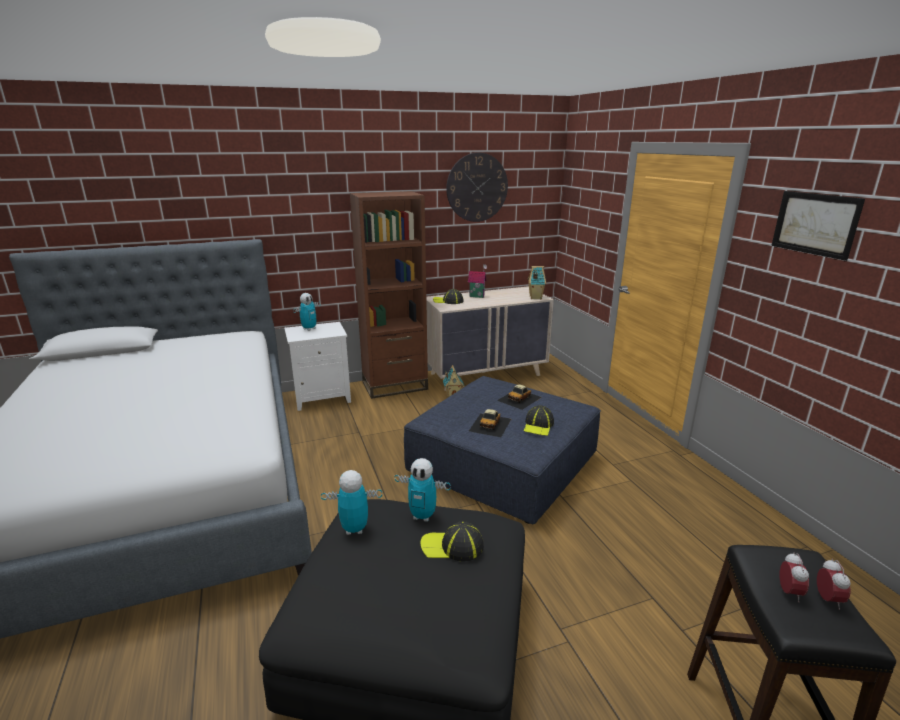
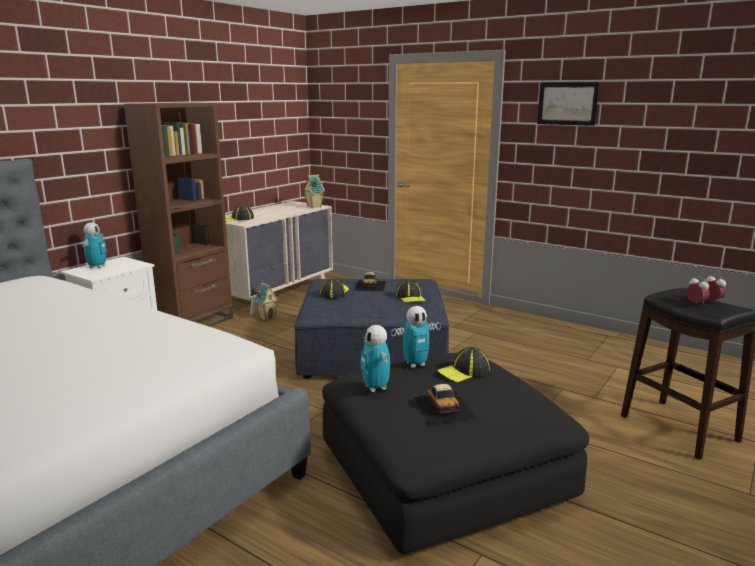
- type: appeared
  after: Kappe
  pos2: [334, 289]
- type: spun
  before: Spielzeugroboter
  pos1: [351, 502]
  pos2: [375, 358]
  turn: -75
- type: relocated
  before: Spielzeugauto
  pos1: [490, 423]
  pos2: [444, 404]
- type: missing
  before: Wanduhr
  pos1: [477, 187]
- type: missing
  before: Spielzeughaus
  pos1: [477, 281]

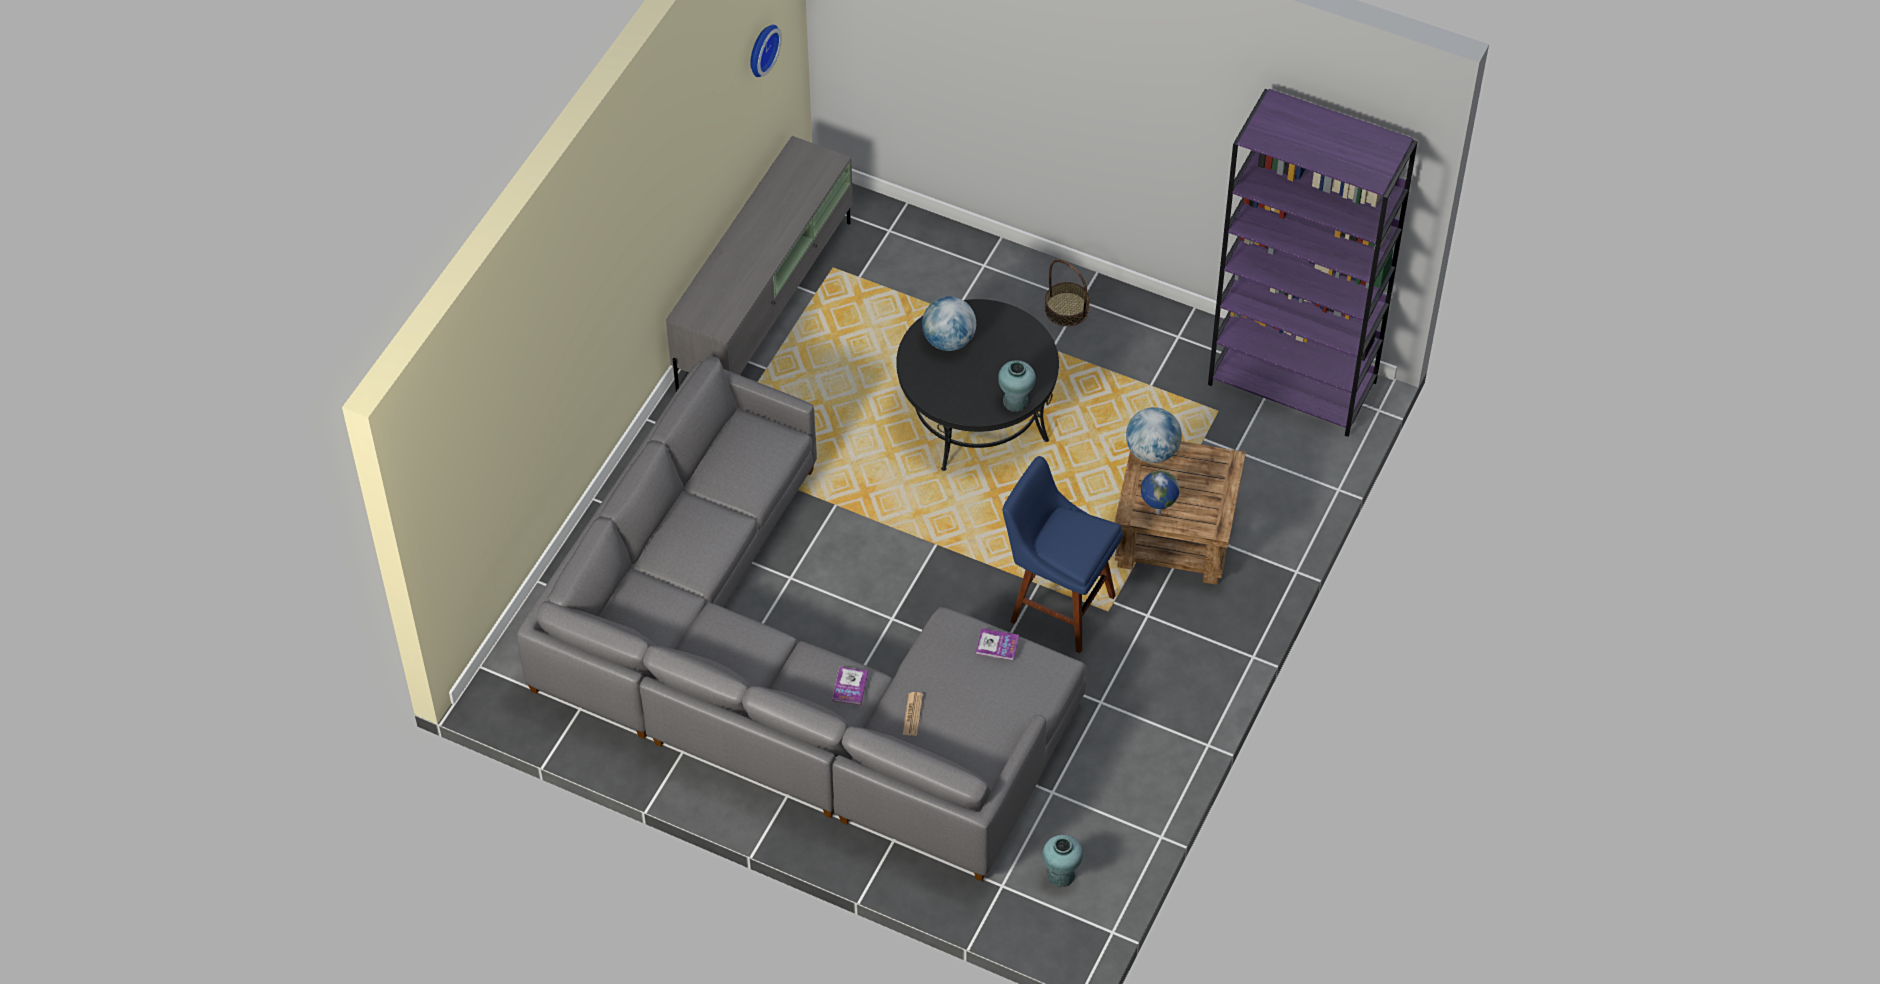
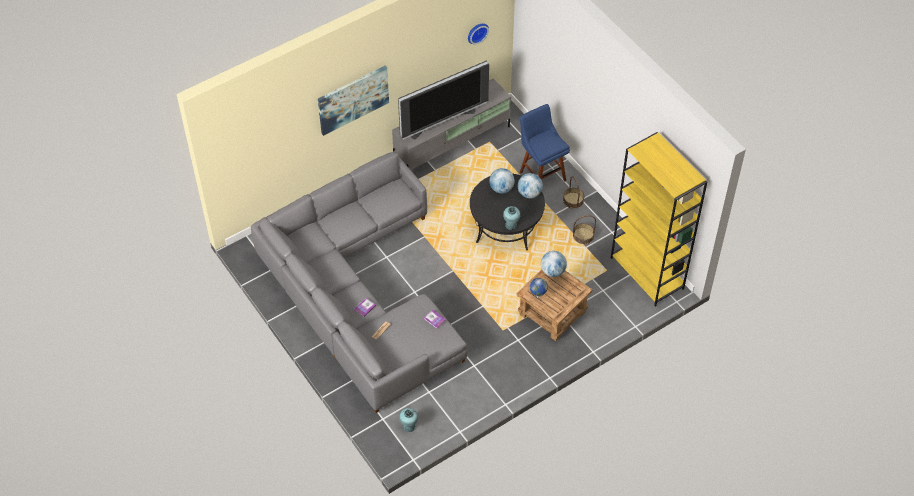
- type: appeared
  after: Bild
  pos2: [353, 100]
- type: appeared
  after: Fernseher
  pos2: [443, 100]
- type: appeared
  after: Globus
  pos2: [530, 185]
- type: relocated
  before: Hocker/blau
  pos1: [1062, 554]
  pos2: [545, 143]
- type: appeared
  after: Korb
  pos2: [584, 229]
- type: colour
  before: Bücherregal/lila
  after: Bücherregal/gelb
  pos1: [1313, 263]
  pos2: [659, 219]

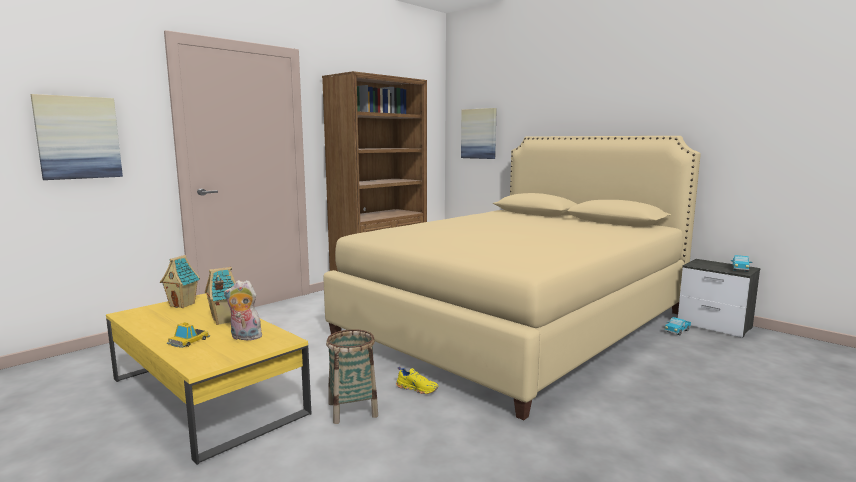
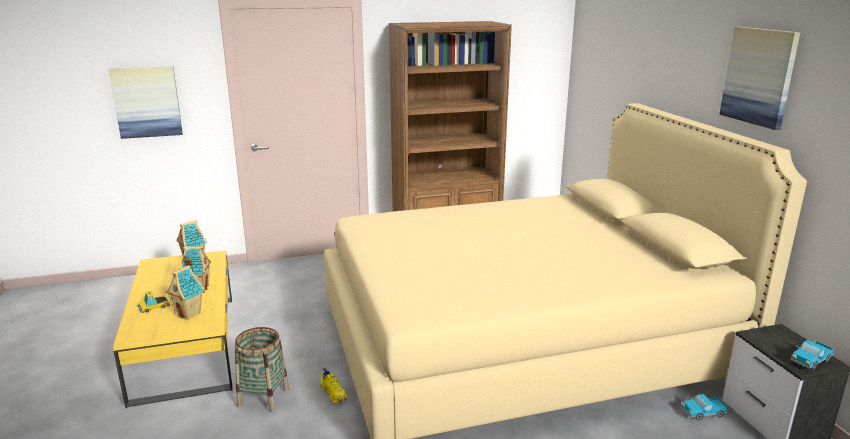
- type: exchanged
  before: Plüschtier
  after: Spielzeughaus
  pos1: [243, 310]
  pos2: [184, 292]
- type: relocated
  before: Bild
  pos1: [479, 133]
  pos2: [760, 78]

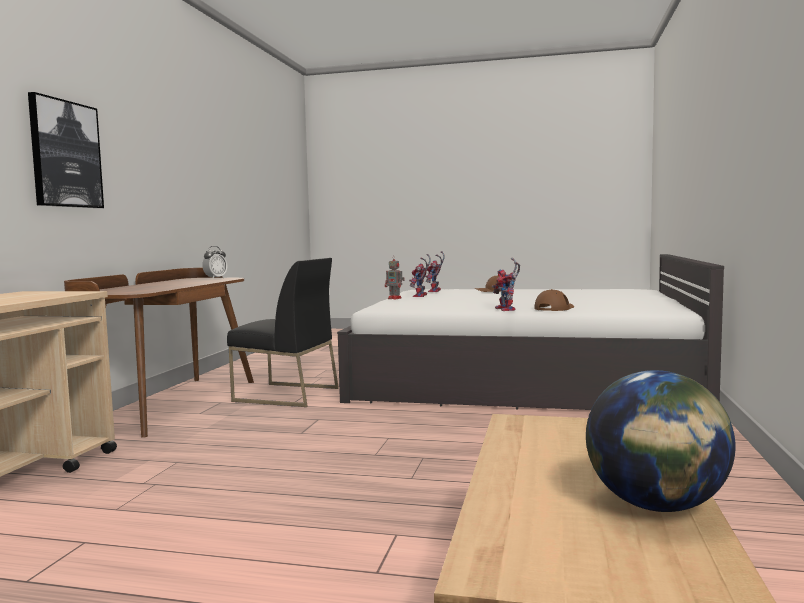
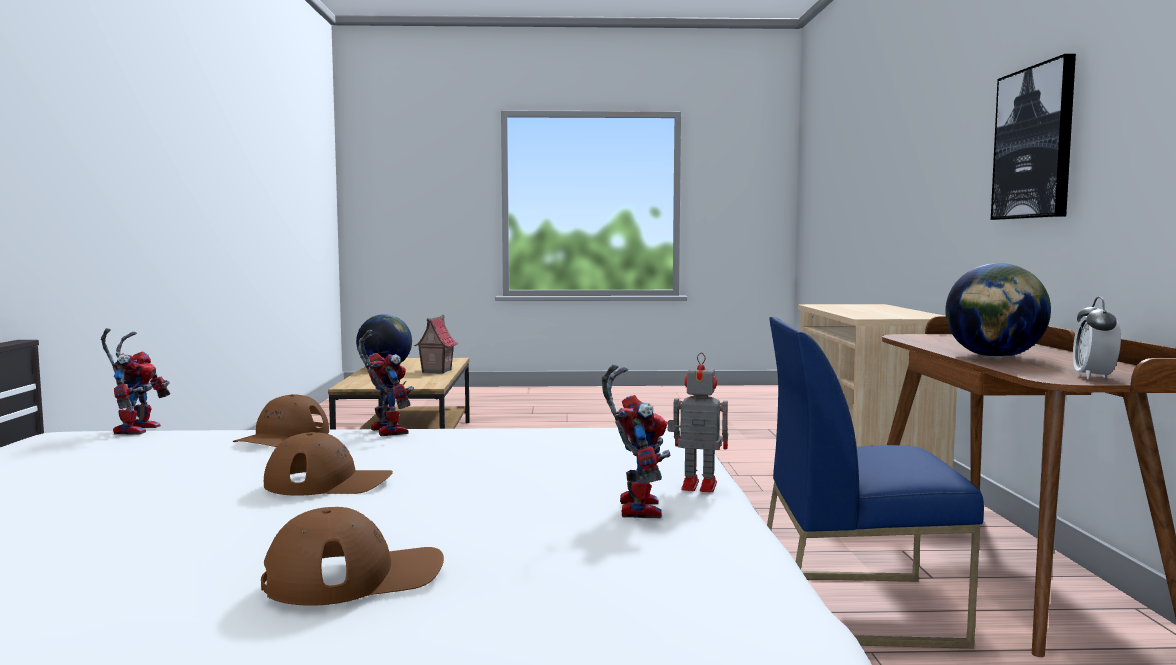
- type: relocated
  before: Spielzeugroboter
  pos1: [435, 271]
  pos2: [135, 381]
- type: appeared
  after: Kappe/braun
  pos2: [328, 464]
- type: appeared
  after: Spielzeughaus
  pos2: [436, 344]
- type: colour
  before: Stuhl/schwarz
  after: Stuhl/blau
  pos1: [283, 332]
  pos2: [875, 483]
- type: appeared
  after: Globus
  pos2: [998, 310]

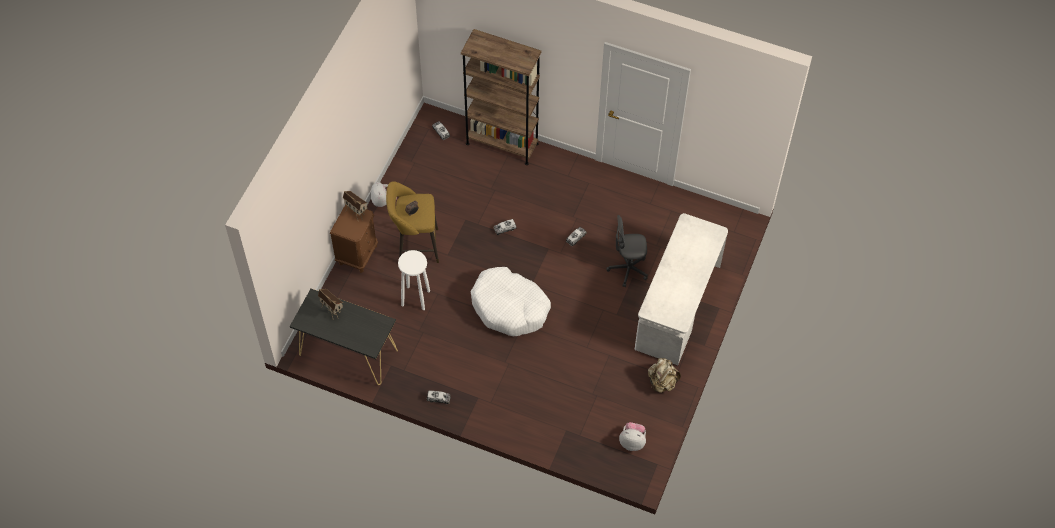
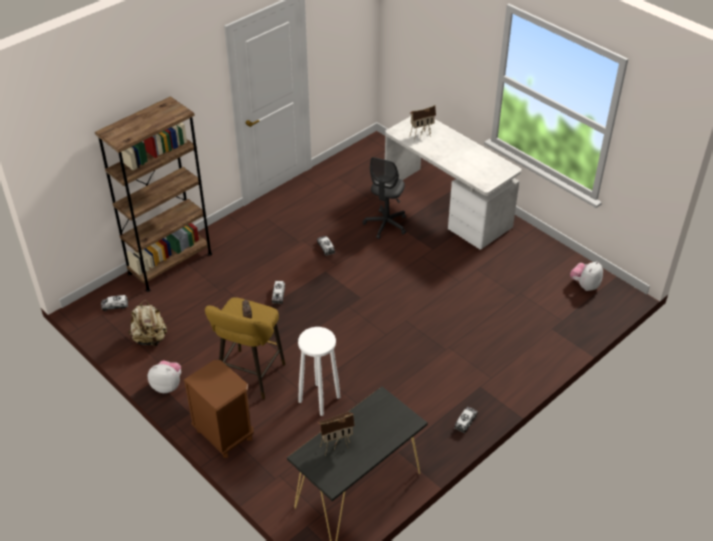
- type: relocated
  before: Rucksack/beige
  pos1: [664, 375]
  pos2: [148, 323]
- type: relocated
  before: Spielzeughaus
  pos1: [355, 205]
  pos2: [422, 123]
- type: missing
  before: Hundebett/weiß
  pos1: [511, 301]

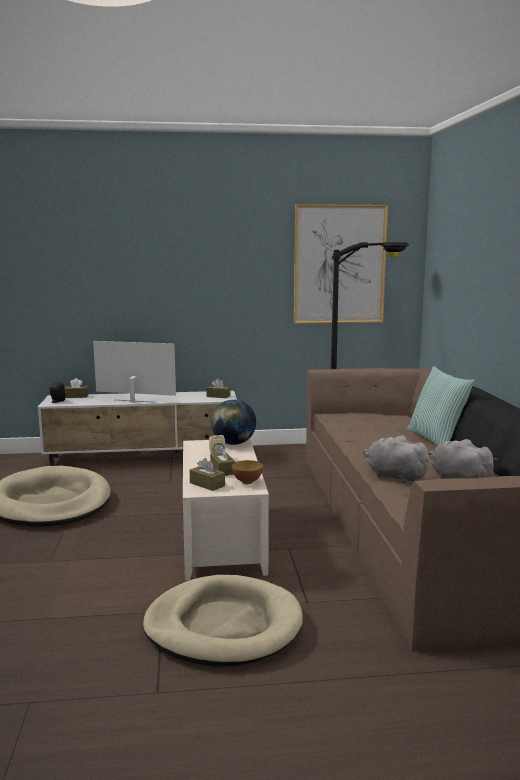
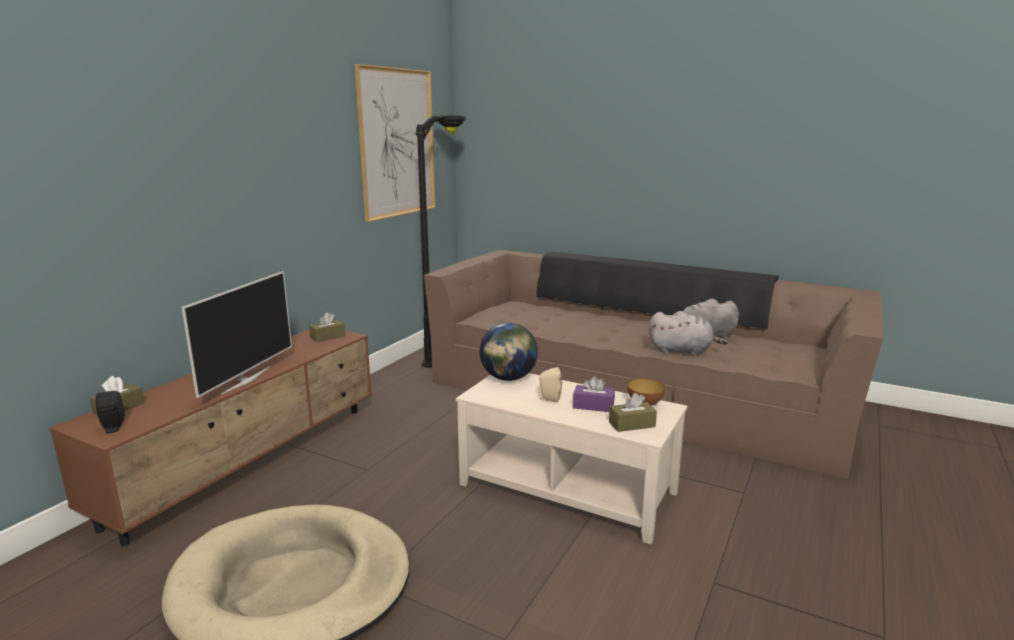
- type: colour
  before: Fernsehschrank/weiß
  after: Fernsehschrank/braun
  pos1: [137, 428]
  pos2: [210, 437]
- type: spun
  before: Fernseher
  pos1: [134, 372]
  pos2: [237, 334]
  turn: 150
- type: colour
  before: Taschentuchbox/braun
  after: Taschentuchbox/lila
  pos1: [222, 460]
  pos2: [594, 394]
- type: spun
  before: Plüschtier/grau
  pos1: [397, 459]
  pos2: [688, 333]
  turn: -150
- type: missing
  before: Hundebett/beige
  pos1: [223, 621]
- type: missing
  before: Kissen
  pos1: [441, 406]

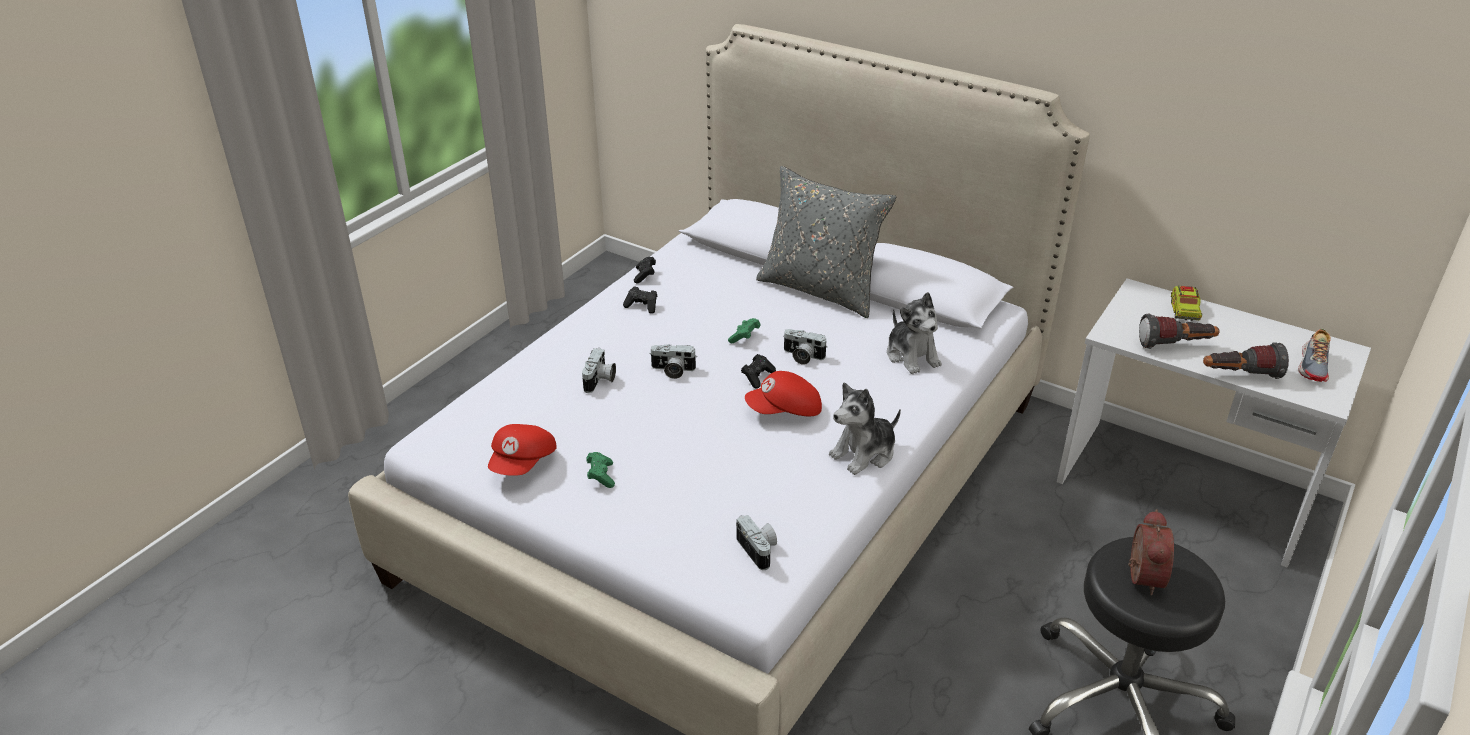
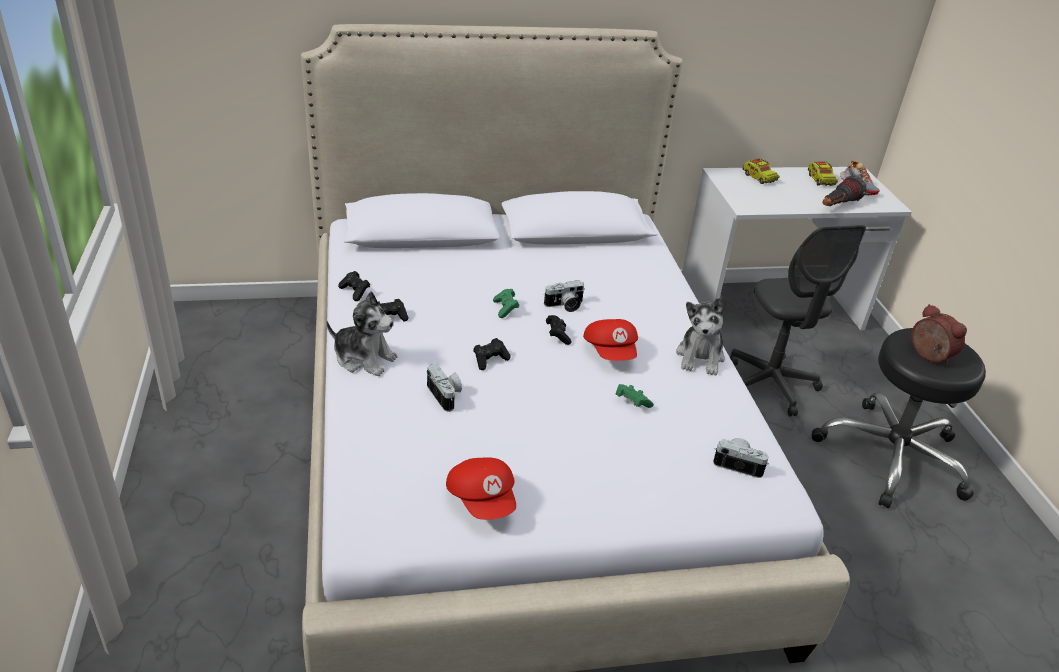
- type: relocated
  before: Plüschtier
  pos1: [914, 333]
  pos2: [361, 333]
- type: exchanged
  before: Kamera
  after: Gamepad/schwarz
  pos1: [672, 361]
  pos2: [492, 354]
- type: spun
  before: Kappe/rot
  pos1: [783, 393]
  pos2: [610, 340]
  turn: -45
- type: relocated
  before: Gamepad/grün
  pos1: [601, 470]
  pos2: [635, 396]
- type: appeared
  after: Bürostuhl/grau
  pos2: [798, 321]
- type: appeared
  after: Spielzeuglaster
  pos2: [823, 173]
- type: missing
  before: Kissen/grau
  pos1: [826, 242]
- type: missing
  before: Taschenlampe
  pos1: [1179, 331]

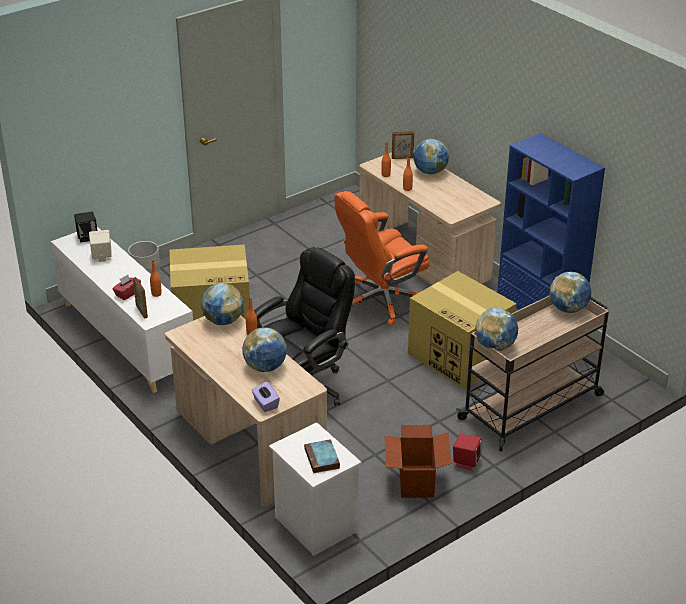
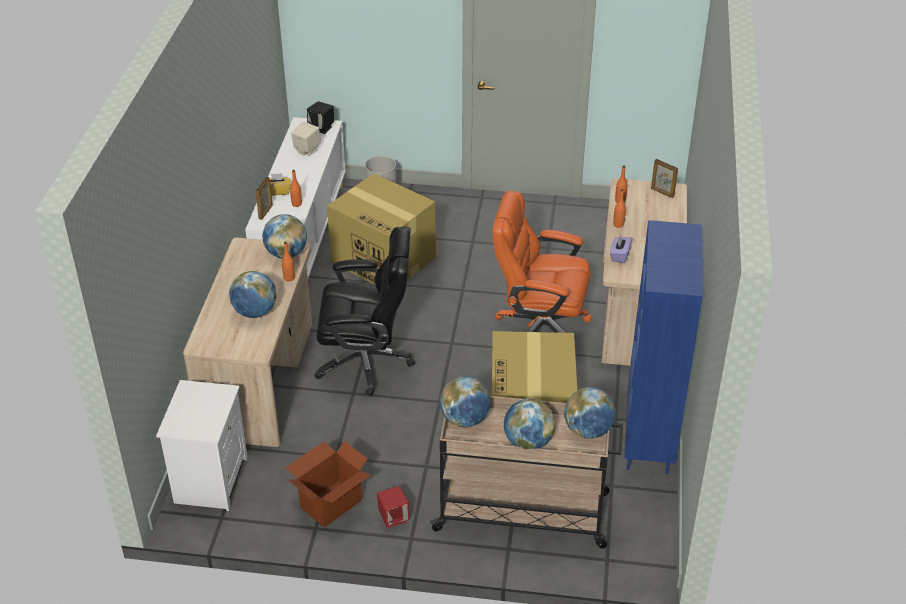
- type: colour
  before: Taschentuchbox/rot
  after: Taschentuchbox/gelb
  pos1: [126, 287]
  pos2: [280, 184]
- type: relocated
  before: Globus
  pos1: [431, 156]
  pos2: [530, 424]
- type: relocated
  before: Taschentuchbox/lila
  pos1: [265, 397]
  pos2: [621, 248]
- type: missing
  before: Buch
  pos1: [322, 456]

